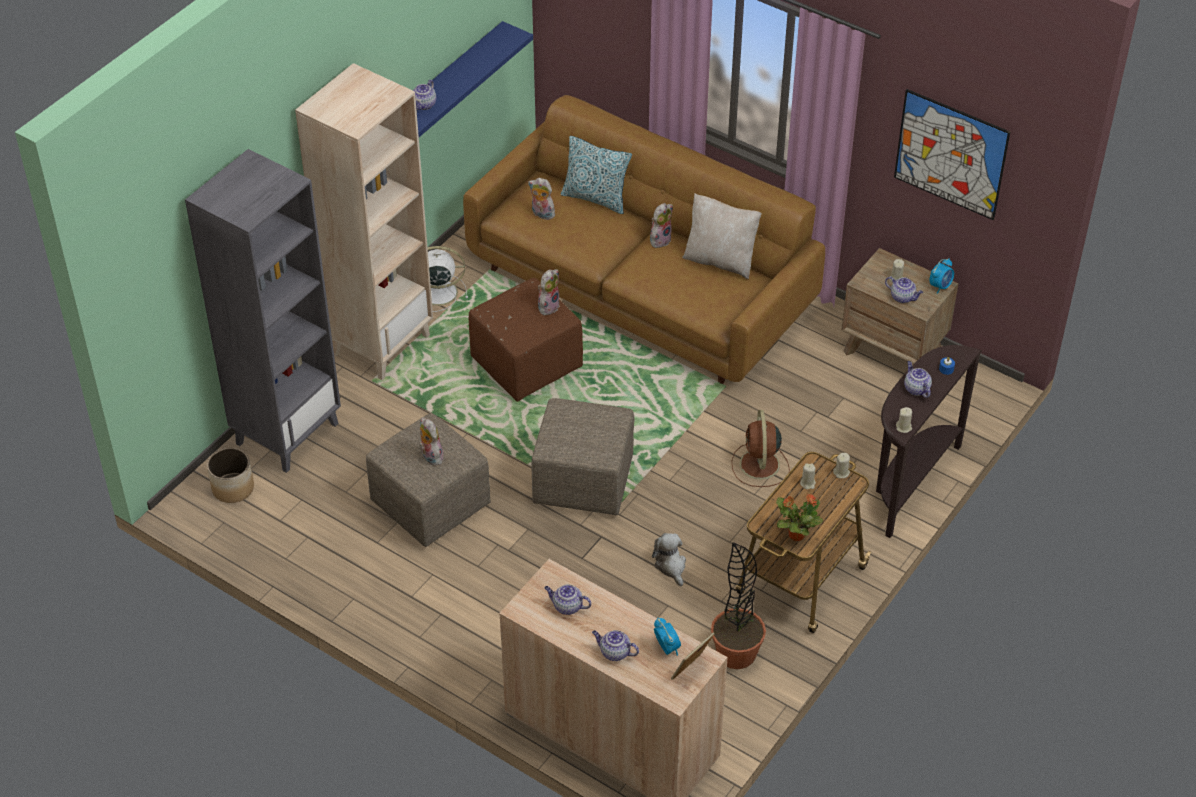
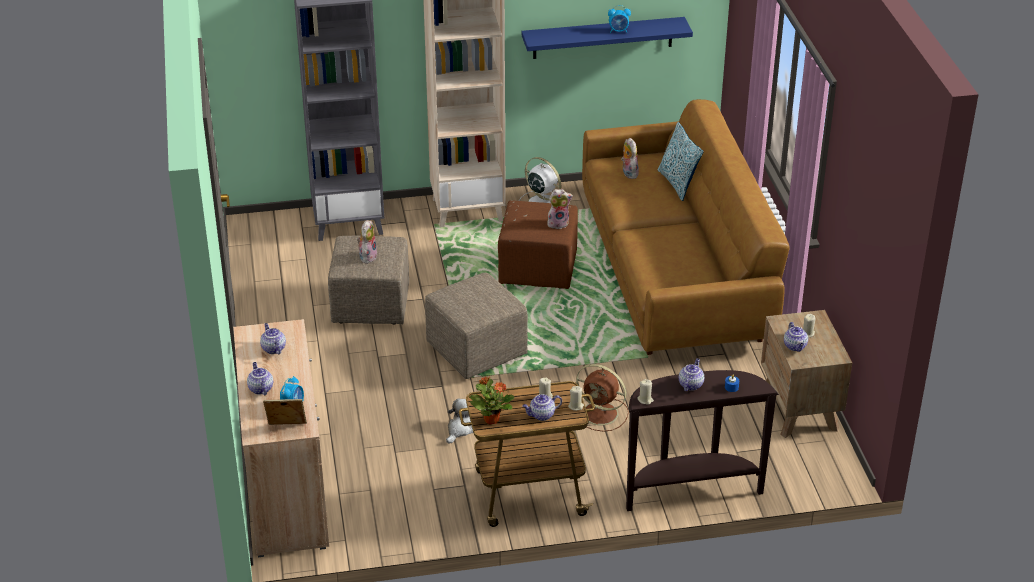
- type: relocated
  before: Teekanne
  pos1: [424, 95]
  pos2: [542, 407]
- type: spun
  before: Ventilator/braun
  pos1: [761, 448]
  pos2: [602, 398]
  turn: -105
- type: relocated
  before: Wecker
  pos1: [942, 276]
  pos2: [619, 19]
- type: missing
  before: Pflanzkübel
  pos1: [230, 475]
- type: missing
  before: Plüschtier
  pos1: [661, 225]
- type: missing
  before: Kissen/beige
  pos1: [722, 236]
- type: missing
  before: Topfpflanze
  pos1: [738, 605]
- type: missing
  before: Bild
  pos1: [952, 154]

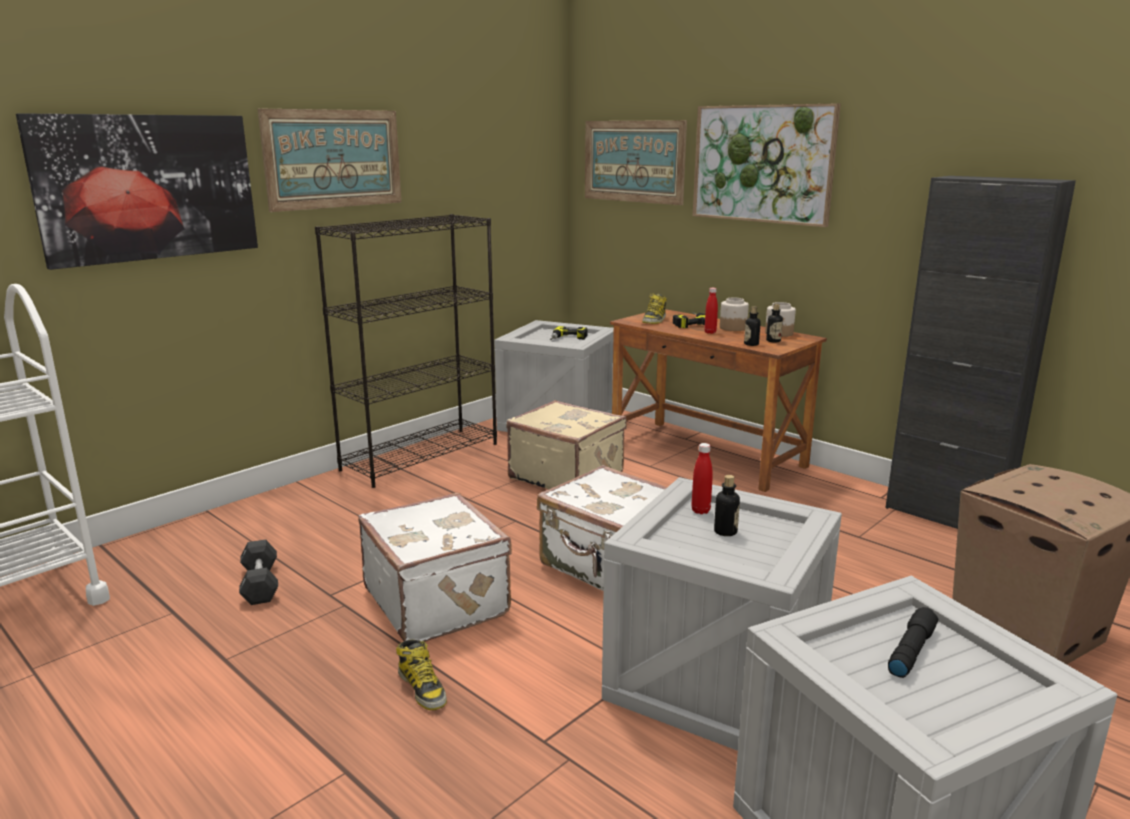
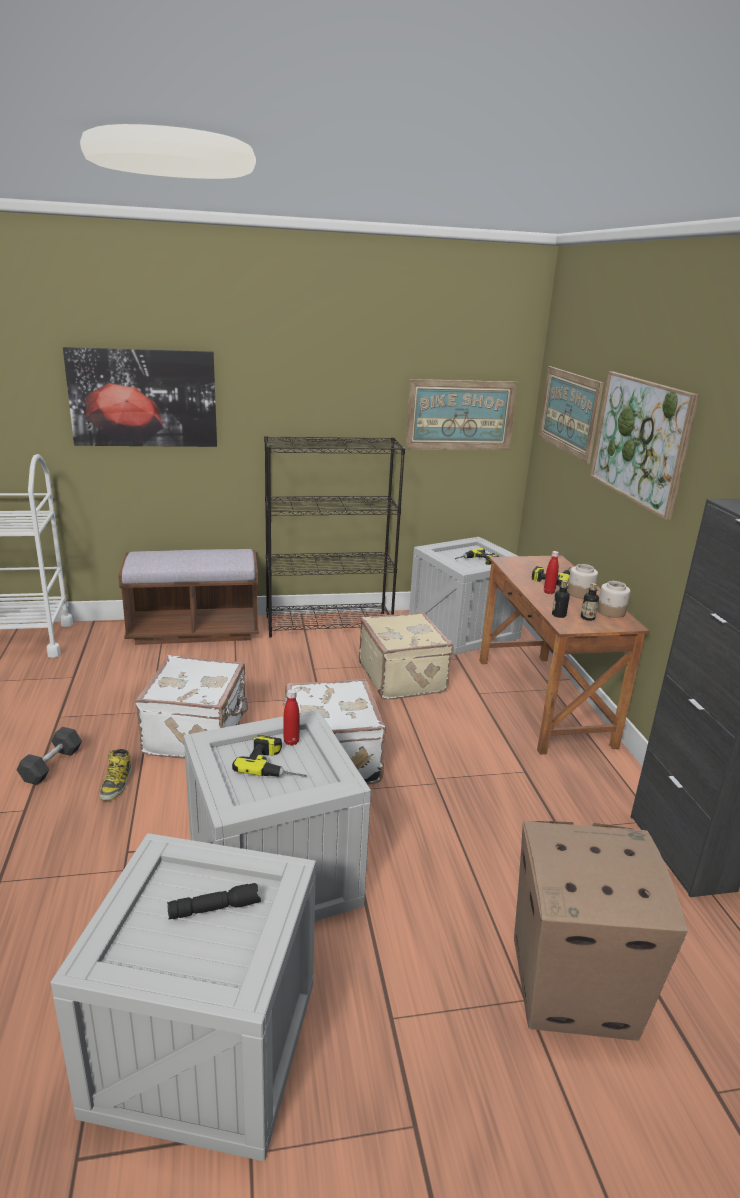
- type: relocated
  before: Hantel/schwarz
  pos1: [258, 572]
  pos2: [49, 756]
- type: appeared
  after: Bank/braun
  pos2: [188, 597]
- type: exchanged
  before: Flasche
  after: Bohrmaschine
  pos1: [727, 505]
  pos2: [269, 756]
- type: relocated
  before: Bild
  pos1: [329, 160]
  pos2: [461, 414]
- type: missing
  before: Stiefel
  pos1: [654, 309]

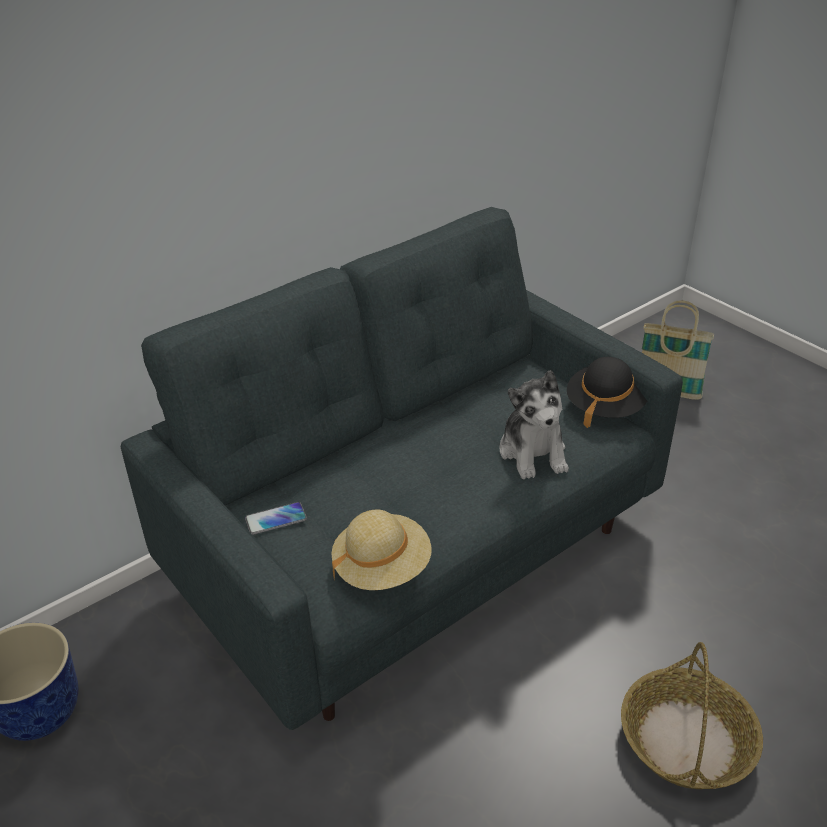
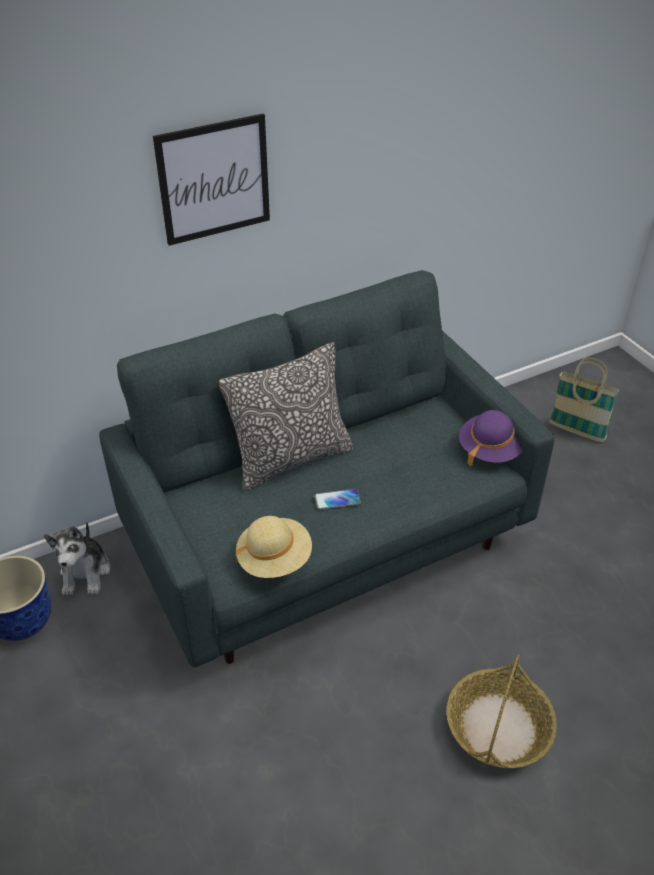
- type: relocated
  before: Plüschtier
  pos1: [534, 424]
  pos2: [77, 558]
- type: appeared
  after: Bild
  pos2: [211, 180]
- type: appeared
  after: Kissen
  pos2: [286, 416]
- type: relocated
  before: Handy
  pos1: [276, 518]
  pos2: [337, 499]
- type: colour
  before: Hut/schwarz
  after: Hut/lila
  pos1: [607, 392]
  pos2: [491, 438]

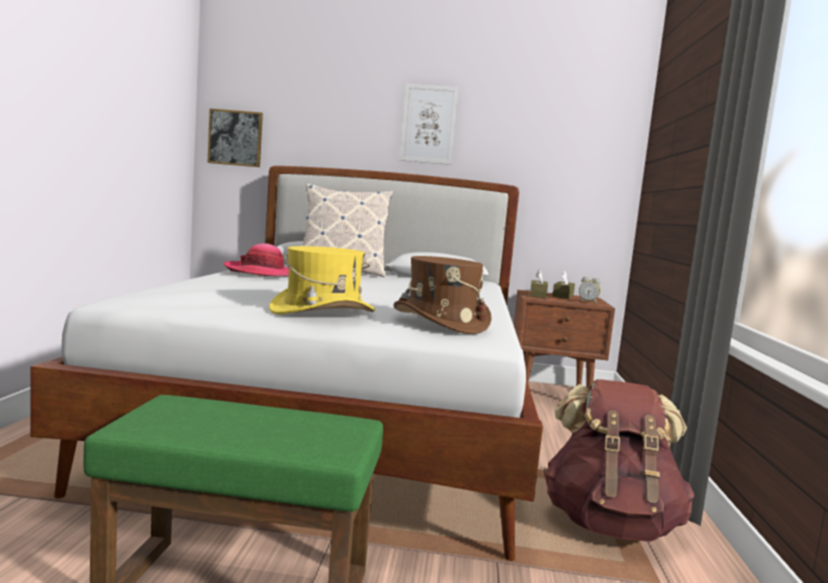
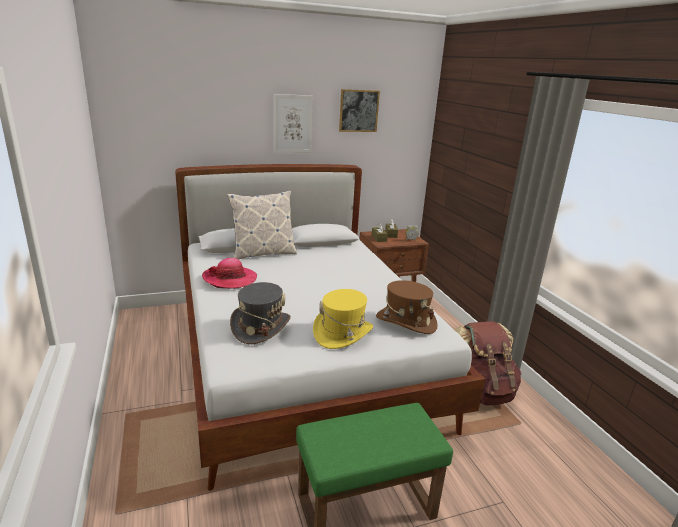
- type: appeared
  after: Hut/grau
  pos2: [260, 313]
- type: relocated
  before: Bild
  pos1: [235, 138]
  pos2: [359, 110]

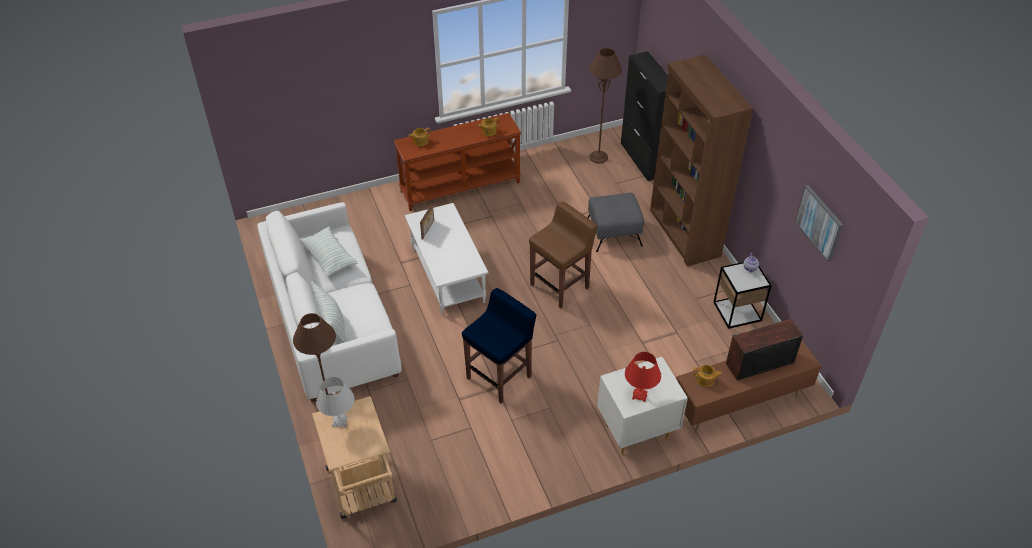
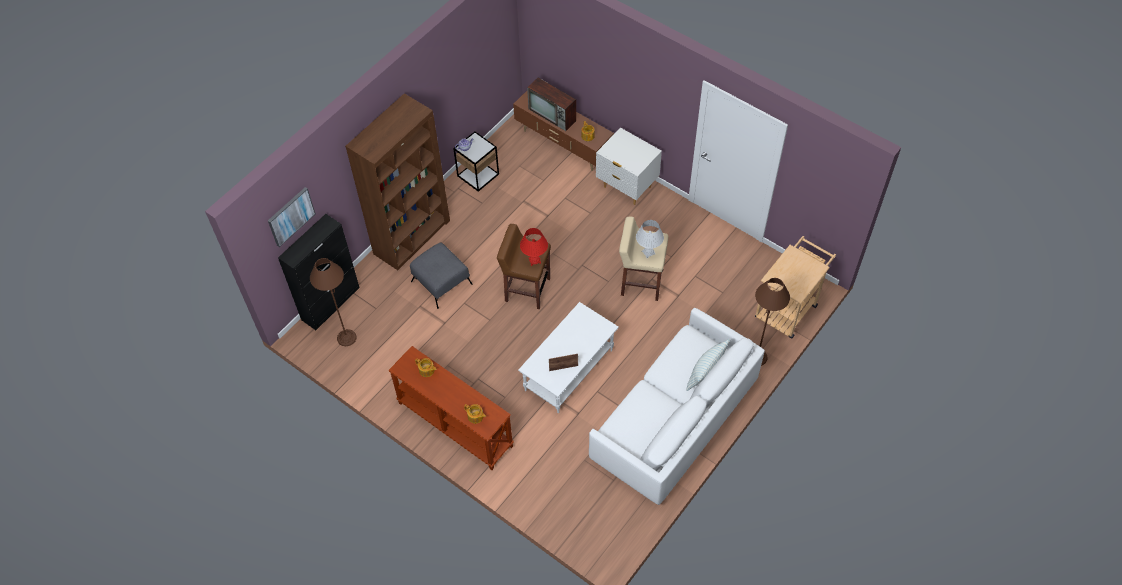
- type: relocated
  before: Bild
  pos1: [819, 223]
  pos2: [292, 217]
- type: relocated
  before: Tischlampe/rot
  pos1: [643, 377]
  pos2: [534, 247]
- type: colour
  before: Hocker/blau
  after: Hocker/beige
  pos1: [499, 346]
  pos2: [643, 259]
- type: relocated
  before: Tischlampe/weiß
  pos1: [335, 402]
  pos2: [650, 239]
- type: missing
  before: Kissen
  pos1: [329, 251]

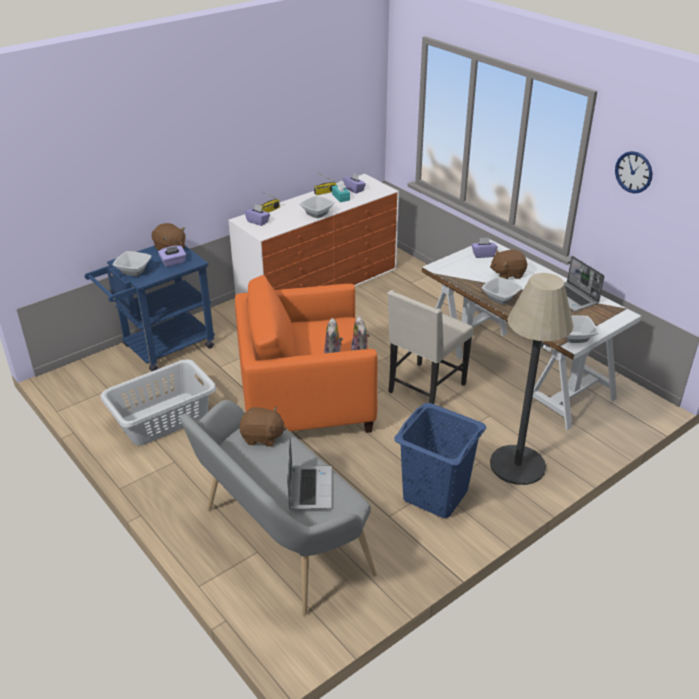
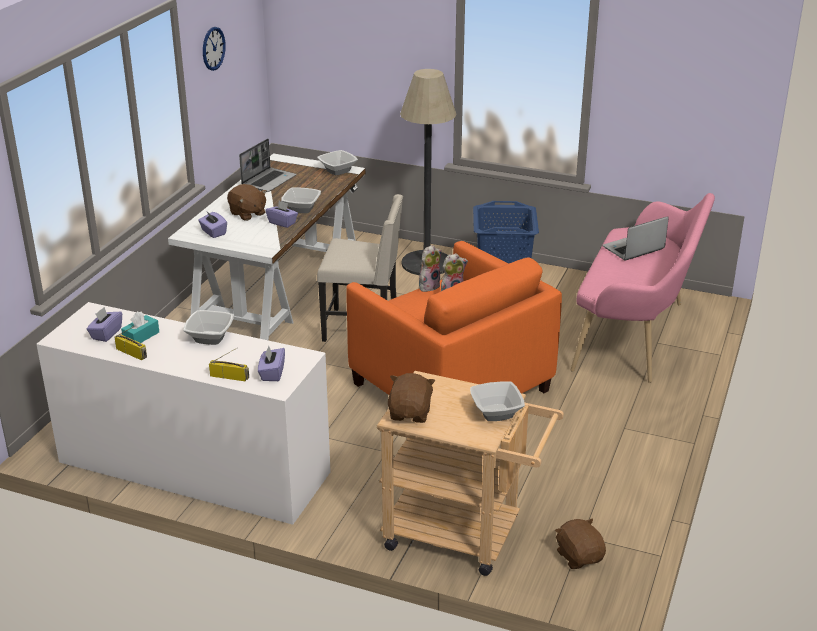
- type: relocated
  before: Taschentuchbox/lila
  pos1: [172, 256]
  pos2: [282, 214]
- type: colour
  before: Rollwagen/blau
  after: Rollwagen/beige
  pos1: [149, 308]
  pos2: [470, 473]
- type: relocated
  before: Plüschtier/braun
  pos1: [263, 427]
  pos2: [580, 543]
- type: colour
  before: Bank/grau
  after: Bank/rosa
  pos1: [278, 508]
  pos2: [643, 288]
- type: missing
  before: Wäschekorb/grau
  pos1: [158, 402]

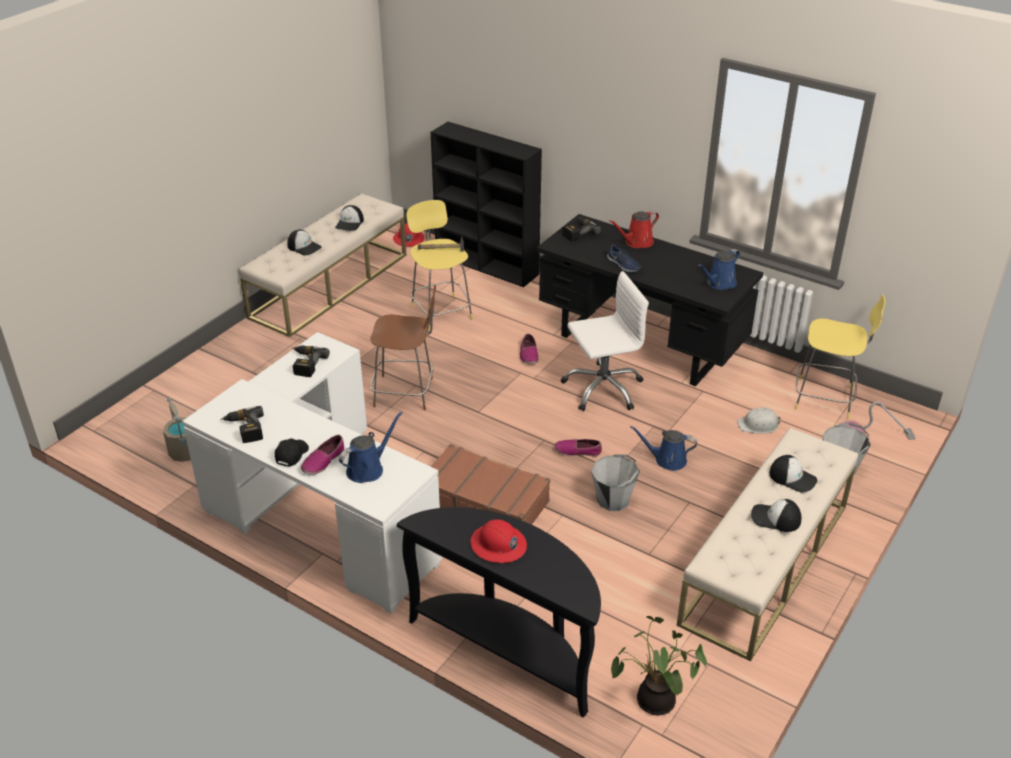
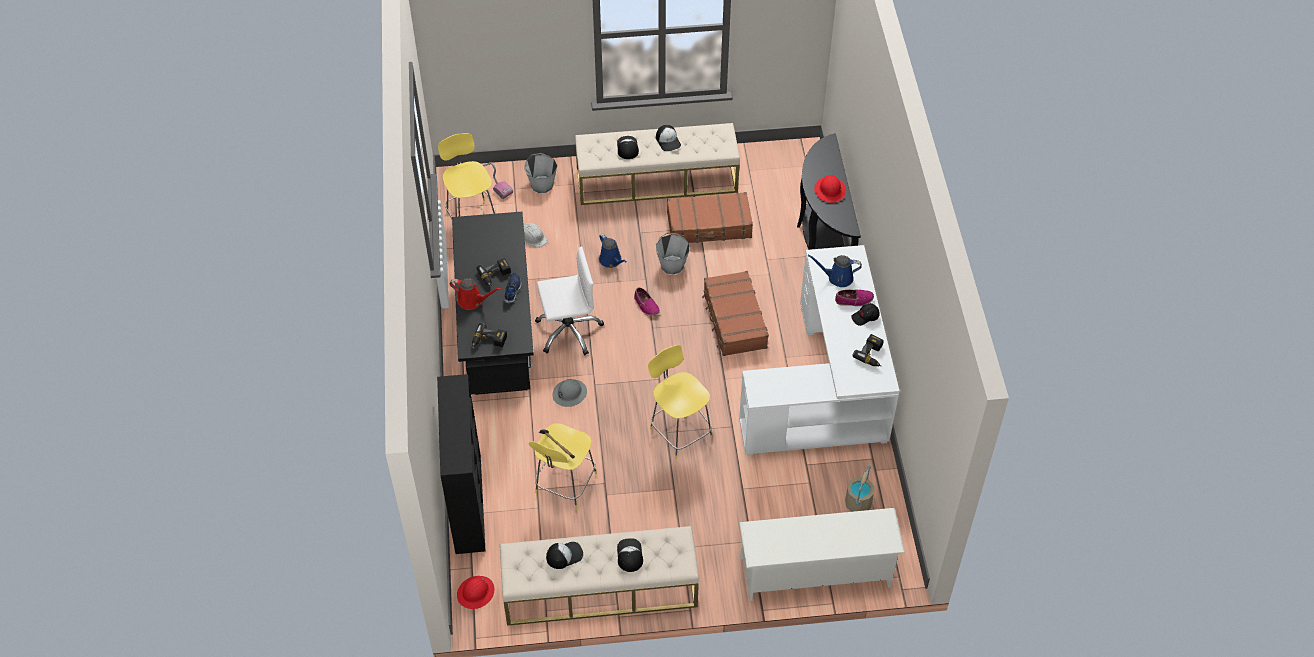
- type: relocated
  before: Bohrmaschine
  pos1: [311, 361]
  pos2: [493, 272]
- type: spun
  before: Bürostuhl/weiß
  pos1: [605, 341]
  pos2: [569, 300]
  turn: 135
- type: exchanged
  before: Schuh
  after: Schutzhelm/grau
  pos1: [529, 349]
  pos2: [570, 393]
- type: colour
  before: Hocker/braun
  after: Hocker/gelb
  pos1: [403, 347]
  pos2: [680, 402]
- type: appeared
  after: Koffer/braun
  pos2: [710, 217]
- type: appeared
  after: Schuhregal/weiß
  pos2: [822, 554]
- type: missing
  before: Topfpflanze
  pos1: [659, 665]
- type: missing
  before: Gießkanne/blau
  pos1: [719, 269]

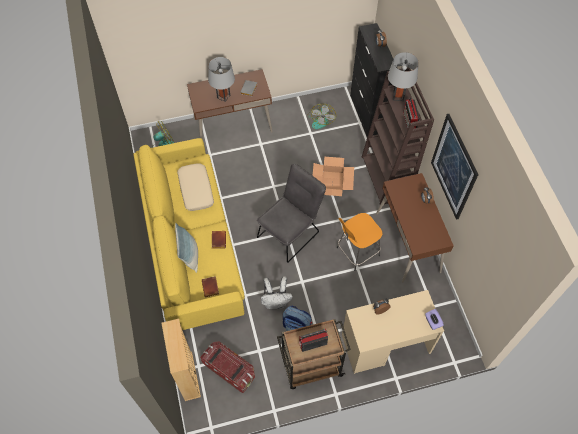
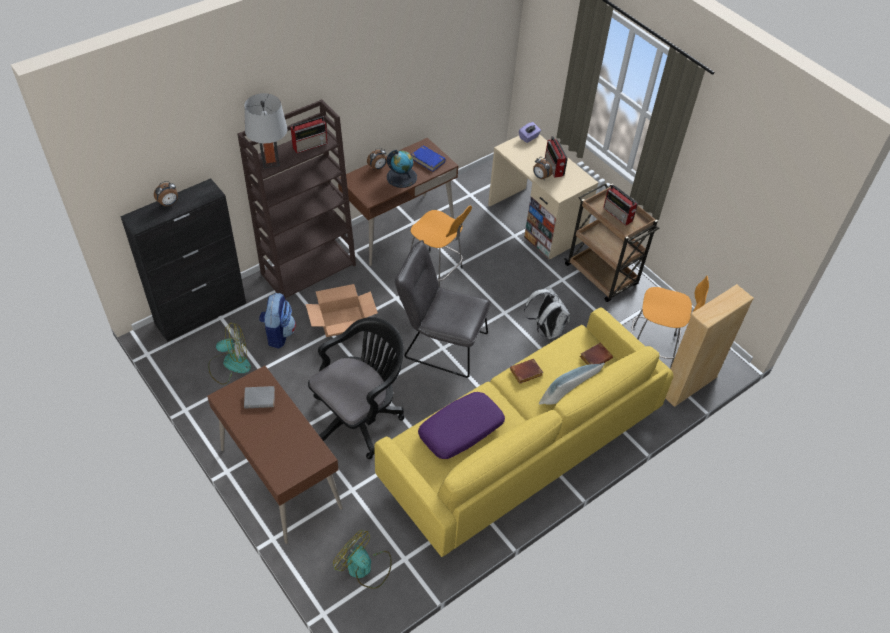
- type: relocated
  before: Rucksack
  pos1: [297, 318]
  pos2: [277, 321]
- type: appeared
  after: Bürostuhl/schwarz
  pos2: [356, 388]
- type: appeared
  after: Globus
  pos2: [402, 169]
- type: appeared
  after: Buch/blau
  pos2: [428, 158]
- type: colour
  before: Kissen/beige
  after: Kissen/lila
  pos1: [195, 187]
  pos2: [461, 425]
- type: appeared
  after: Radio
  pos2: [556, 157]
- type: exchanged
  before: Aufbewahrungsbox
  after: Hocker/orange
  pos1: [227, 367]
  pos2: [670, 322]
- type: missing
  before: Tischlampe/grau
  pos1: [221, 79]
- type: missing
  before: Bild
  pos1: [455, 167]

